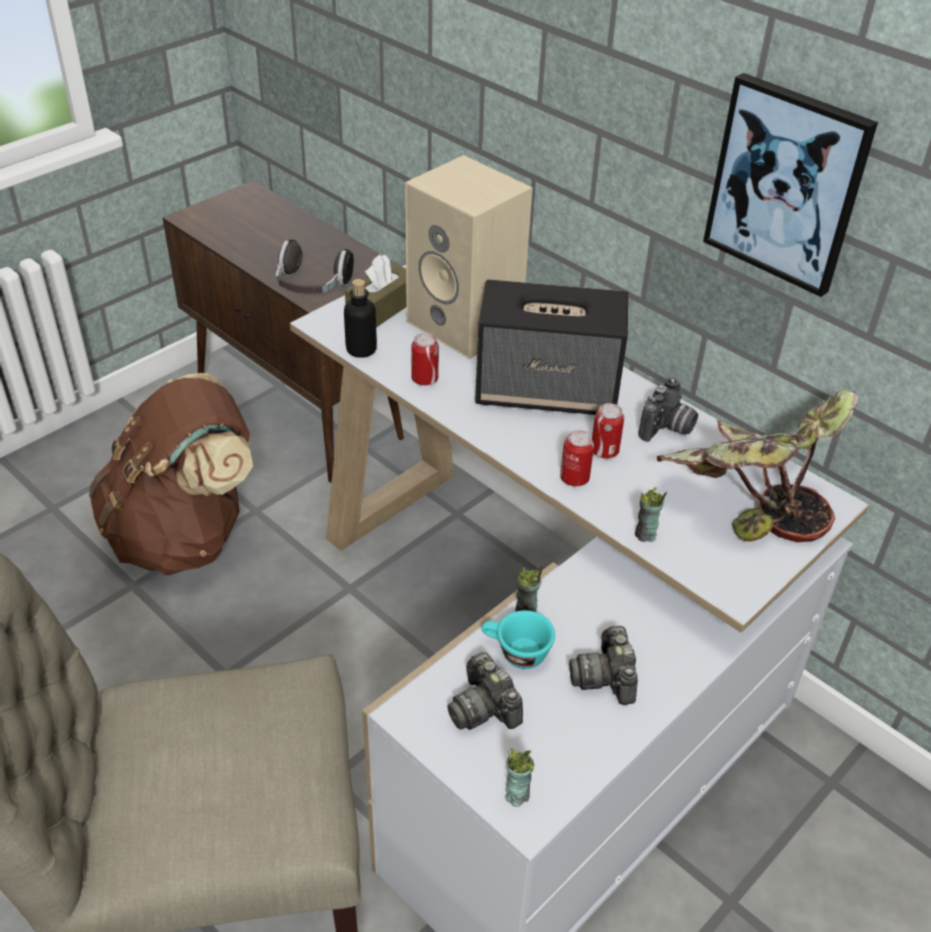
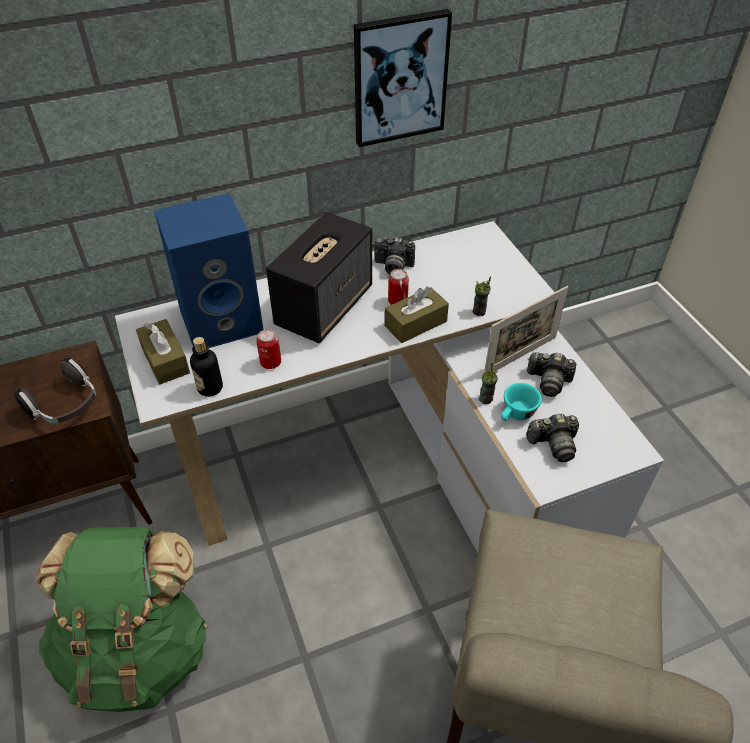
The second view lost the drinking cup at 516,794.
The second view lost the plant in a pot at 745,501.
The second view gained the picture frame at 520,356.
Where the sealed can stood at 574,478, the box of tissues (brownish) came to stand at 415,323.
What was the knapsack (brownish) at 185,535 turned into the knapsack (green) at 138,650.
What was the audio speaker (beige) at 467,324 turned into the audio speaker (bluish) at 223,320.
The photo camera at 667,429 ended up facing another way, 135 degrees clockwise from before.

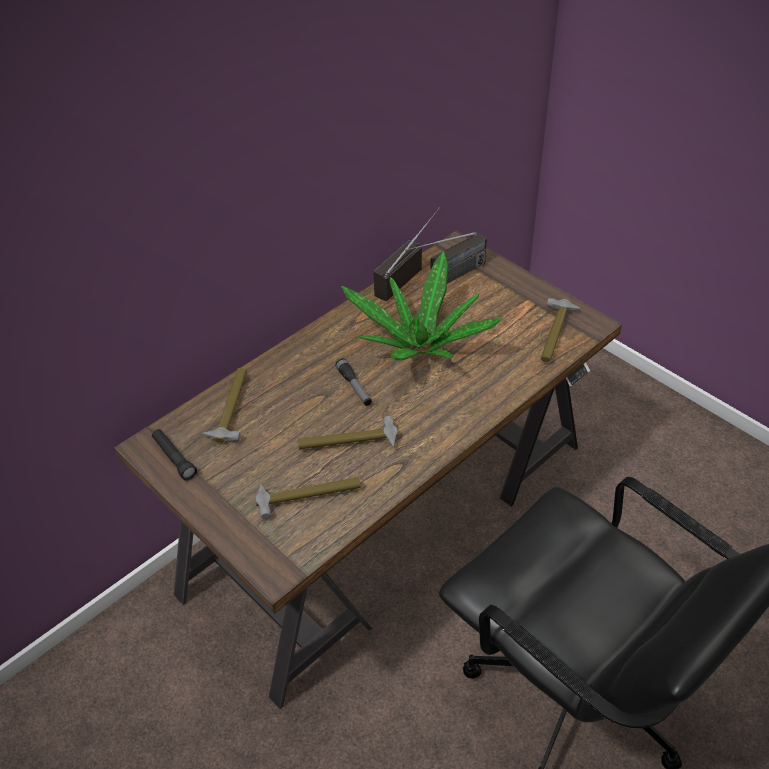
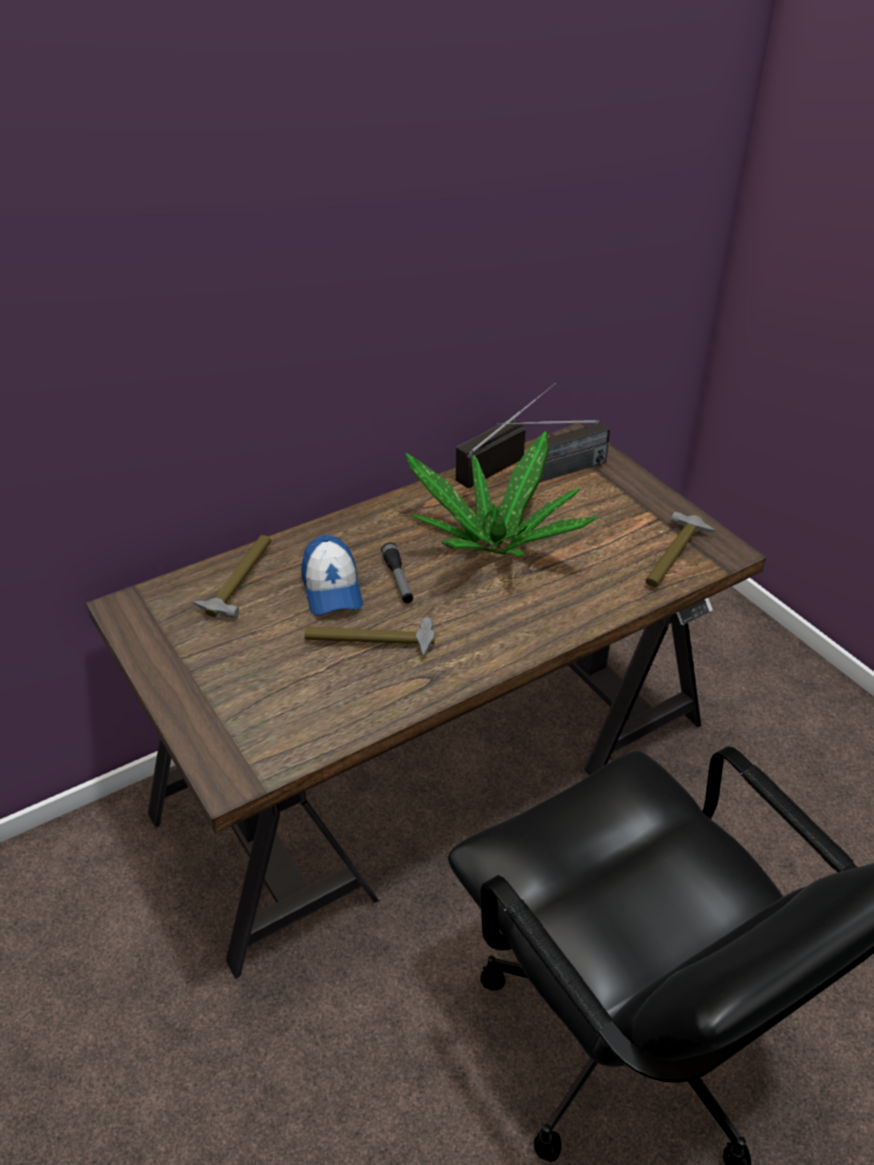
The second view lost the torch (black-coloured) at 174,458.
The second view lost the tool hammer at 308,496.
The second view gained the cap at 332,589.

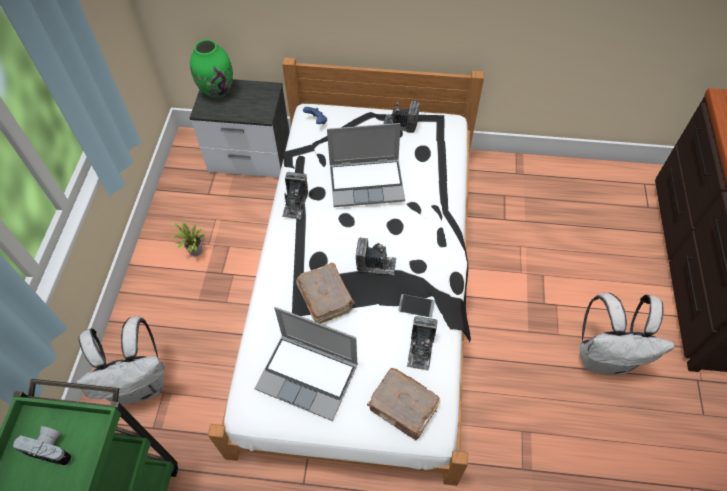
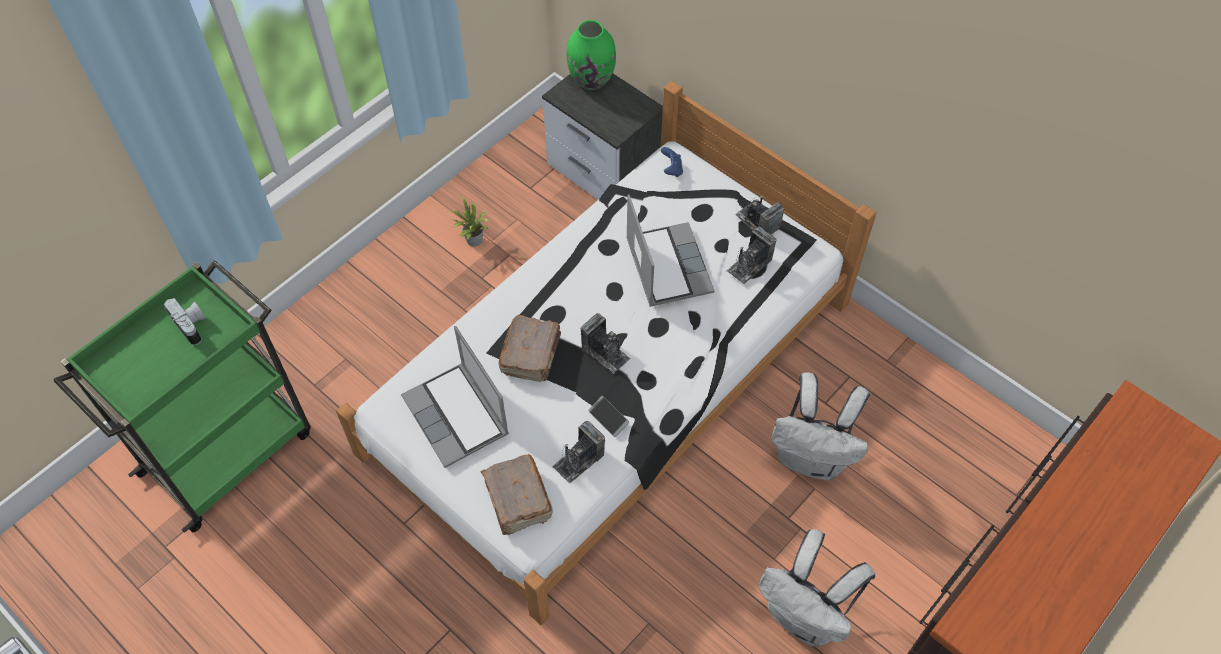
The knapsack (white-coloured) ended up elsewhere, having gone from 140,384 to 812,458.
The photo camera ended up elsewhere, having gone from 295,204 to 749,265.
The laptop at 367,183 ended up facing another way, 135 degrees counterclockwise from before.

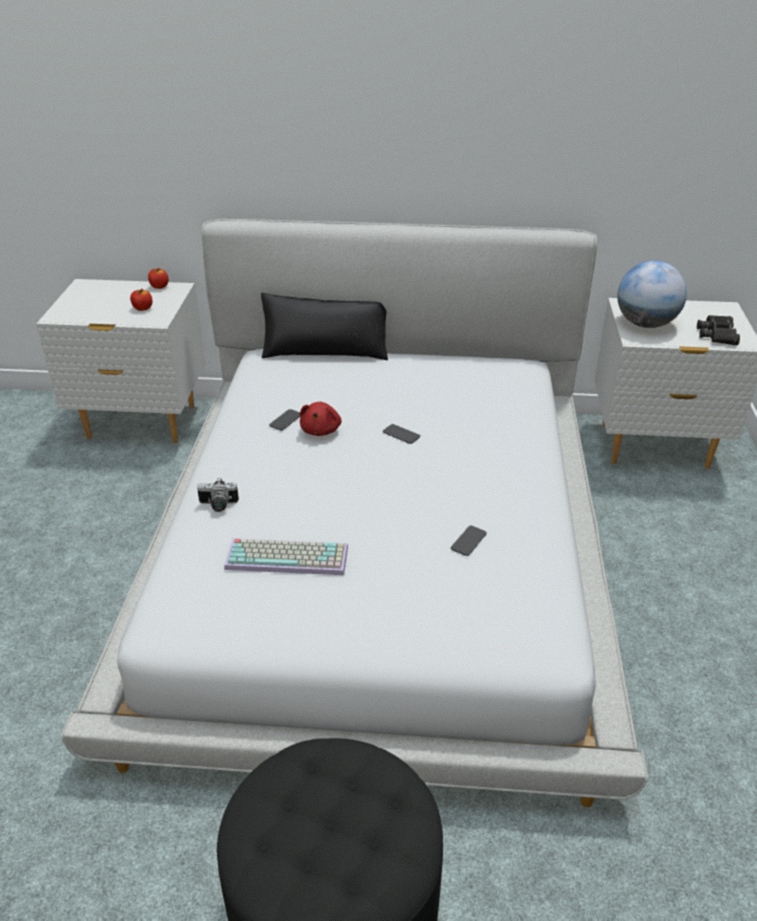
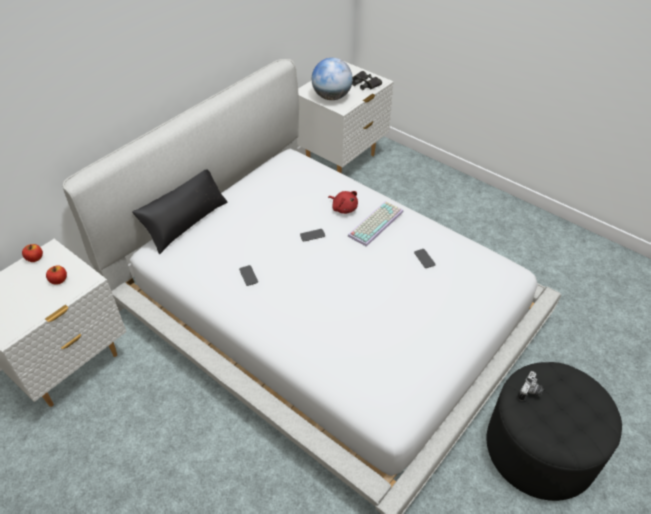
The photo camera ended up elsewhere, having gone from 218,505 to 530,392.
The keyboard ended up elsewhere, having gone from 289,556 to 375,222.
The plush toy (reddish) ended up elsewhere, having gone from 321,430 to 343,208.

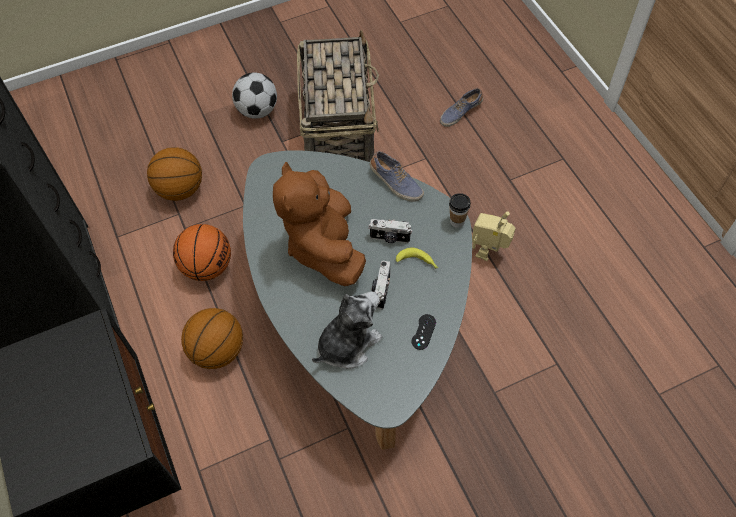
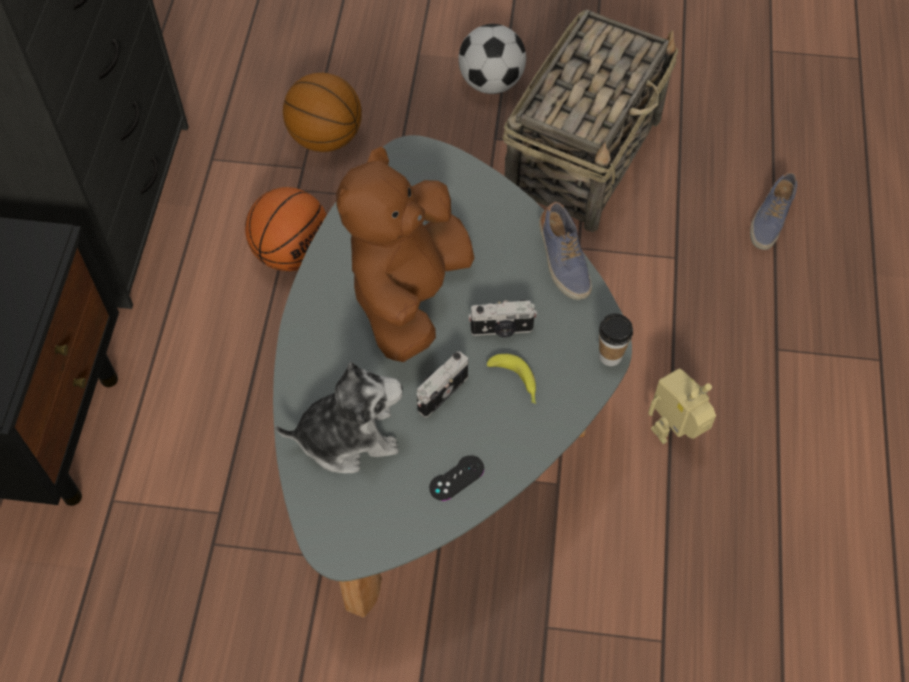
The second view lost the basketball ball at 217,351.
The photo camera at 390,238 ended up facing another way, 45 degrees counterclockwise from before.
The item of footwear at 460,112 ended up facing another way, 60 degrees counterclockwise from before.

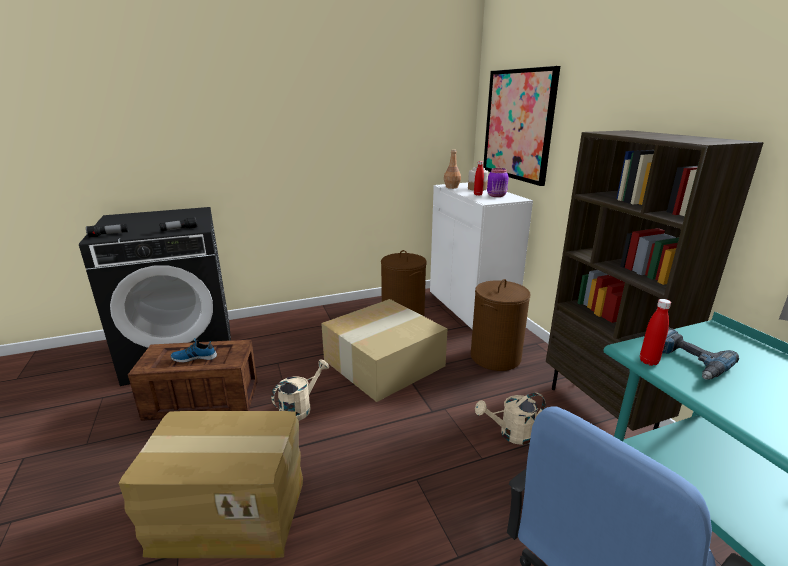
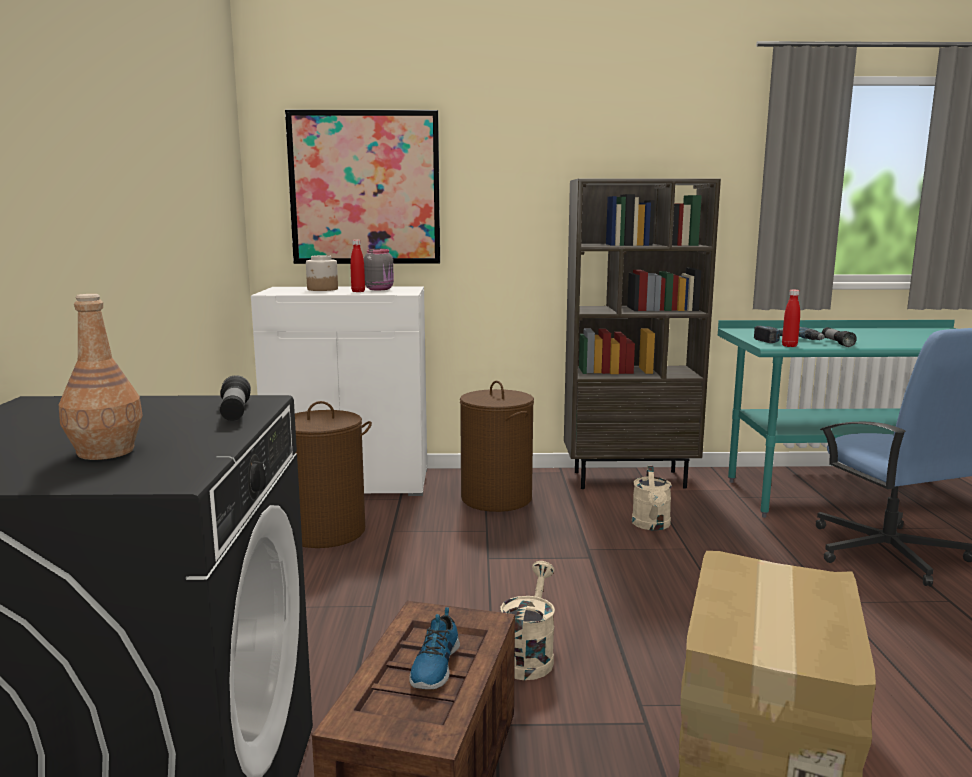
The second view lost the cardboard box at 384,362.
The torch ended up elsewhere, having gone from 109,235 to 837,343.
The beverage bottle (brownish) ended up elsewhere, having gone from 452,187 to 106,451.
What was the preserve jar (purplish) at 497,196 turned into the preserve jar (gray) at 380,289.
The watering can (beige) at 300,408 ended up facing another way, 45 degrees clockwise from before.

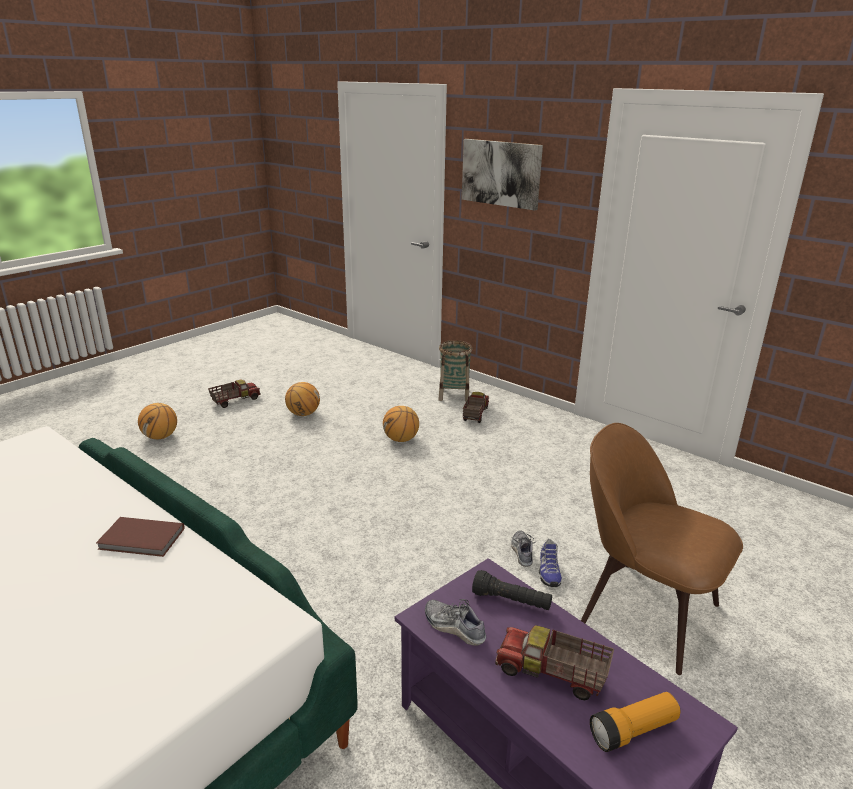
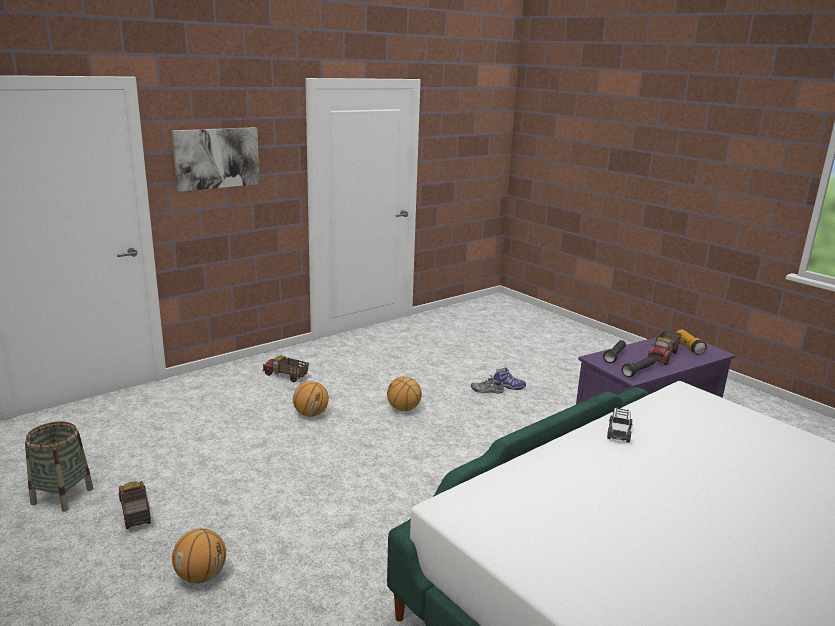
The second view lost the chair (brownish) at 643,610.
The basketball ball ended up elsewhere, having gone from 303,414 to 403,409.
The basket ended up elsewhere, having gone from 454,395 to 62,496.
Where the book (brownish) stood at 142,540, the miniature car came to stand at 619,433.
Where the item of footwear stood at 454,627, the torch (black-coloured) came to stand at 638,371.

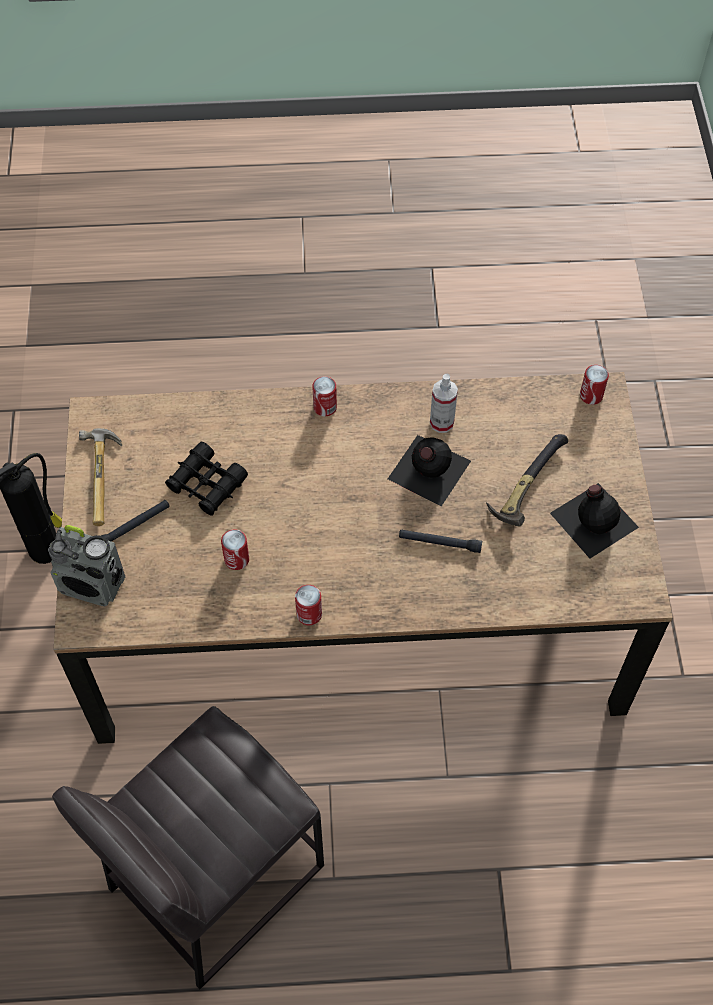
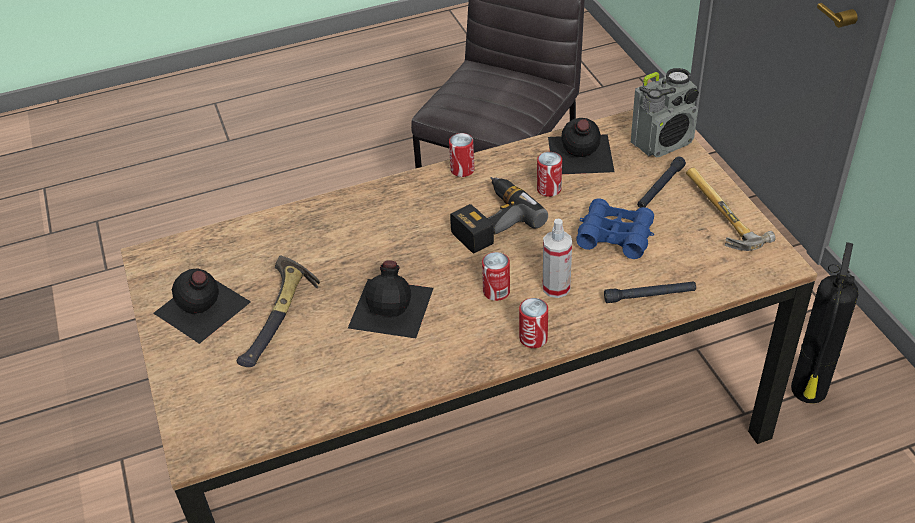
The second view gained the power drill at 491,221.
The second view gained the beverage bottle (black-coloured) at 579,154.
The torch (black-coloured) ended up elsewhere, having gone from 440,543 to 649,296.
The hand sprayer ended up elsewhere, having gone from 441,422 to 556,288.
The sealed can ended up elsewhere, having gone from 591,395 to 496,291.
What was the pair of binoculars (black-coloured) at 207,484 turned into the pair of binoculars (bluish) at 615,236.
The radio at 93,585 ended up facing another way, 150 degrees clockwise from before.

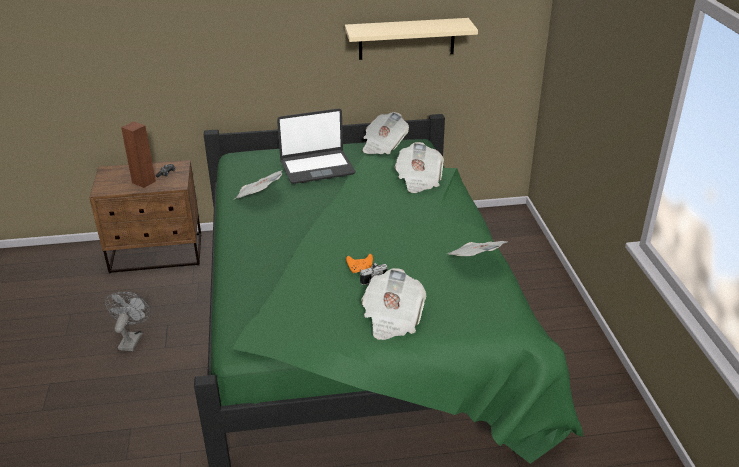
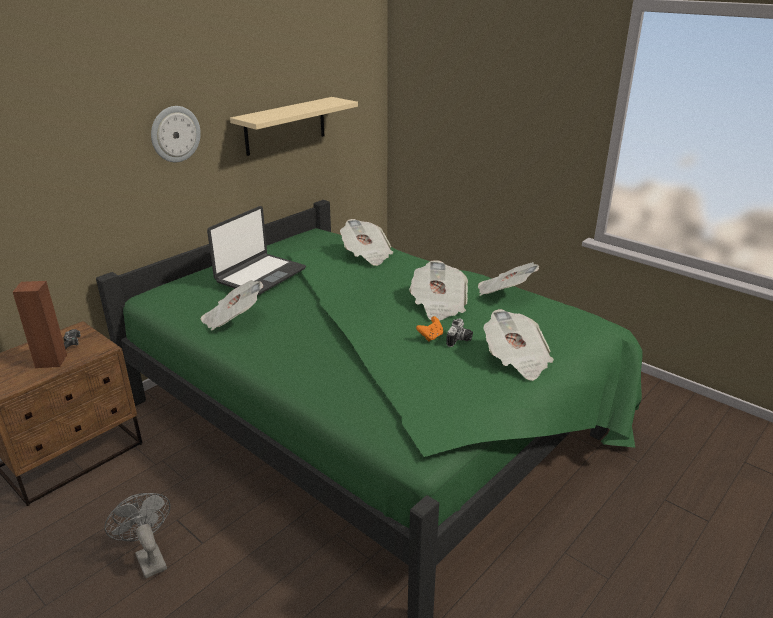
The second view gained the hanging clock at 175,134.
The daily paper ended up elsewhere, having gone from 383,146 to 438,306.

